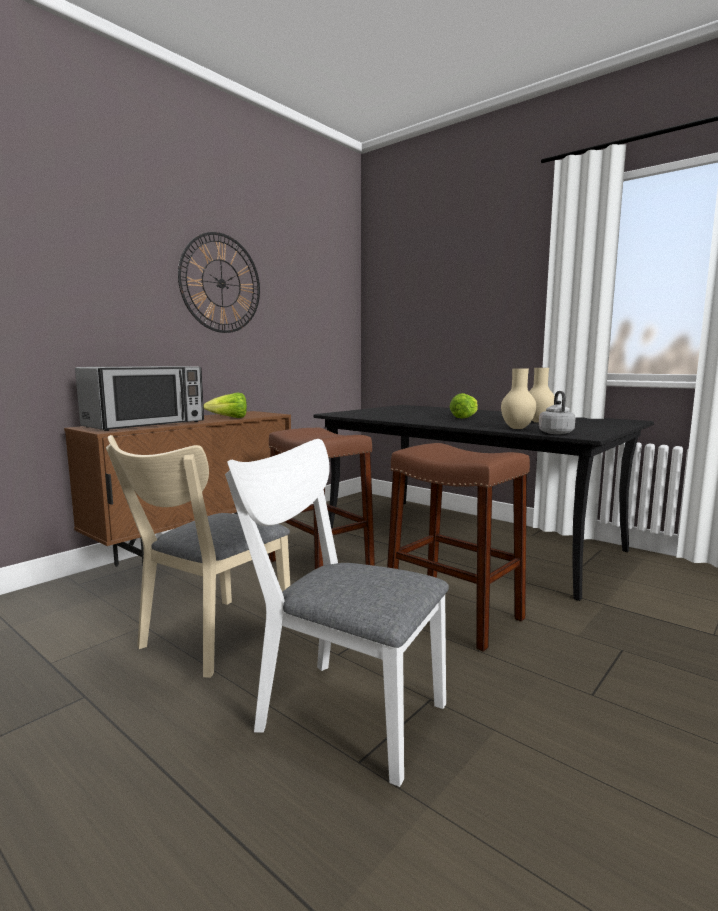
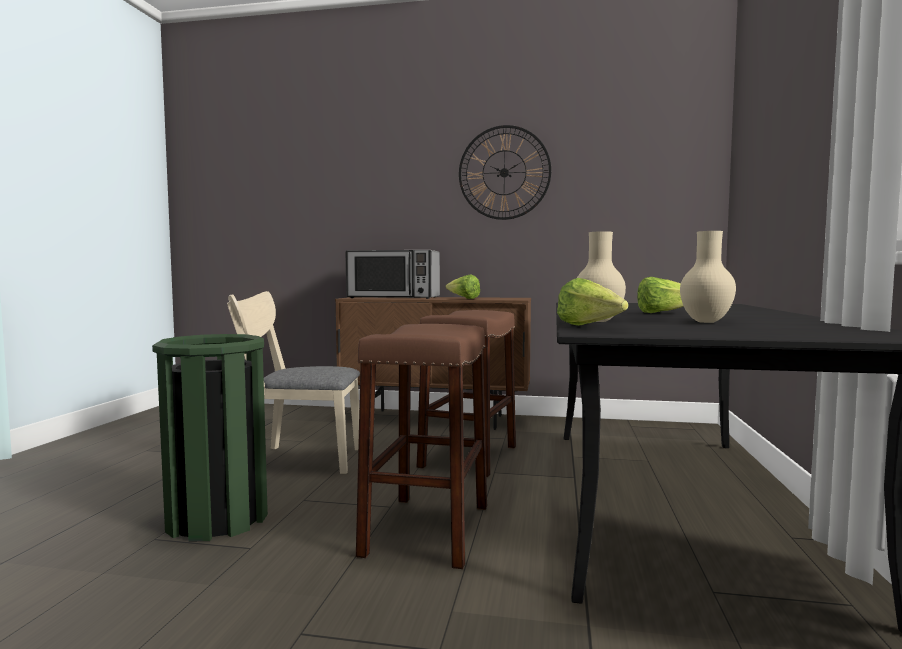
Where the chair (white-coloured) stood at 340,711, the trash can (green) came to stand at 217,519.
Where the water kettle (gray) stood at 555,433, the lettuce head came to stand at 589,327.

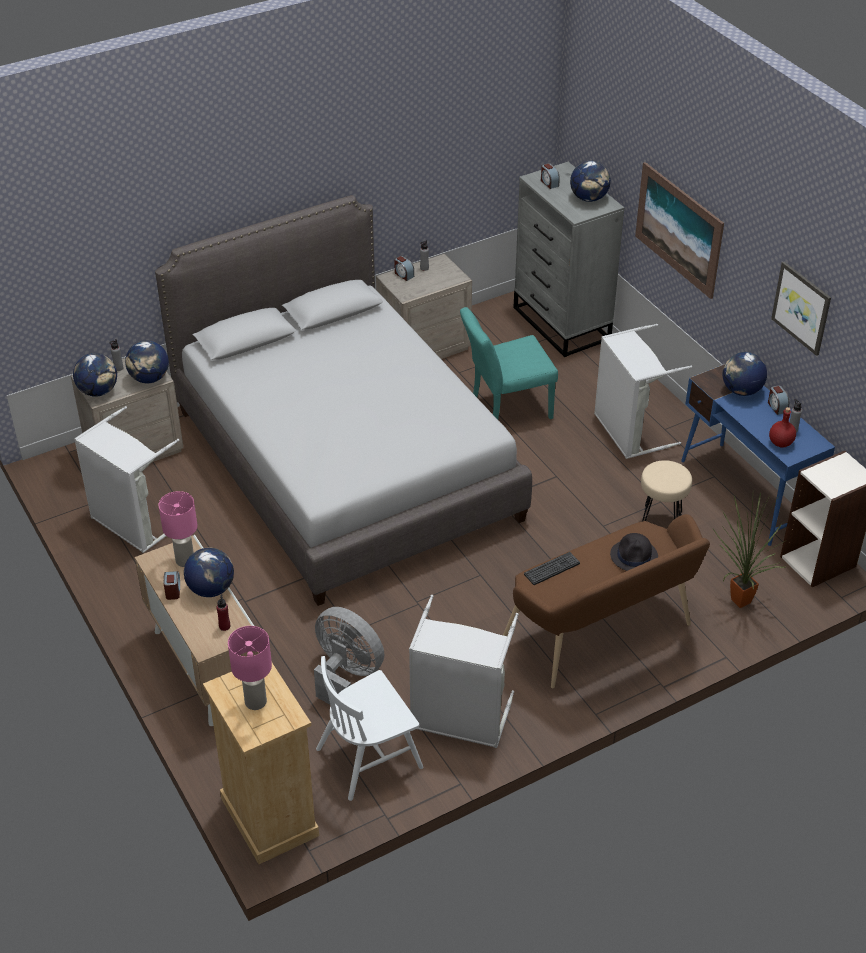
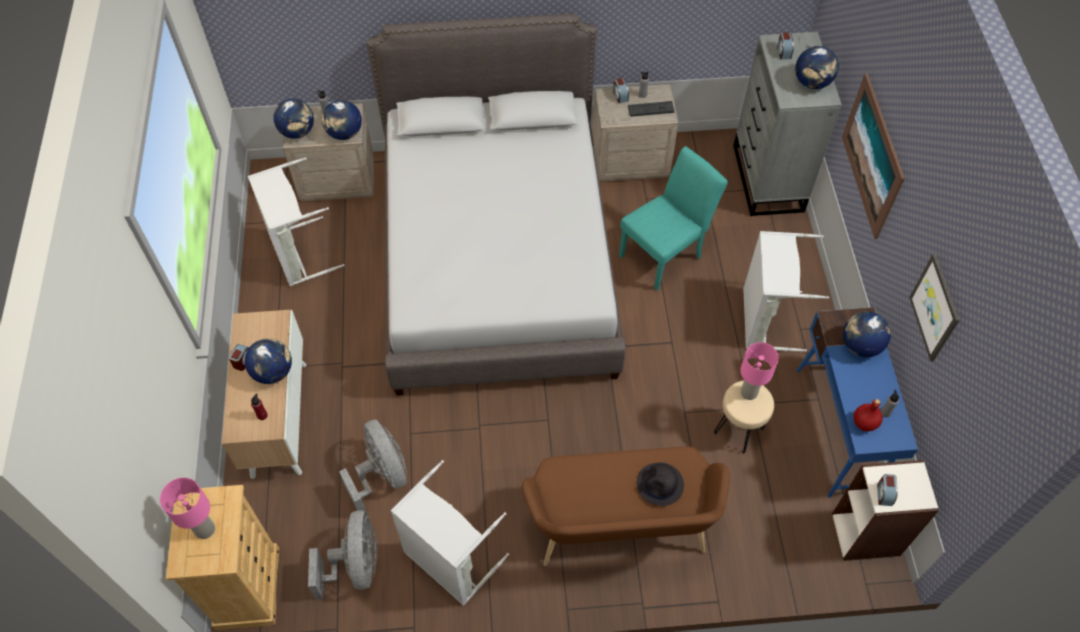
The second view lost the plant in a pot at 737,602.
The lamp for a table (pink-coloured) ended up elsewhere, having gone from 184,561 to 748,392.
The keyboard ended up elsewhere, having gone from 552,569 to 651,109.
The table clock ended up elsewhere, having gone from 777,407 to 884,494.
Where the chair (white-coloured) stood at 369,757, the cooling fan (gray) came to stand at 356,566.
The chair (turquoise-coloured) at 505,409 ended up facing another way, 135 degrees clockwise from before.

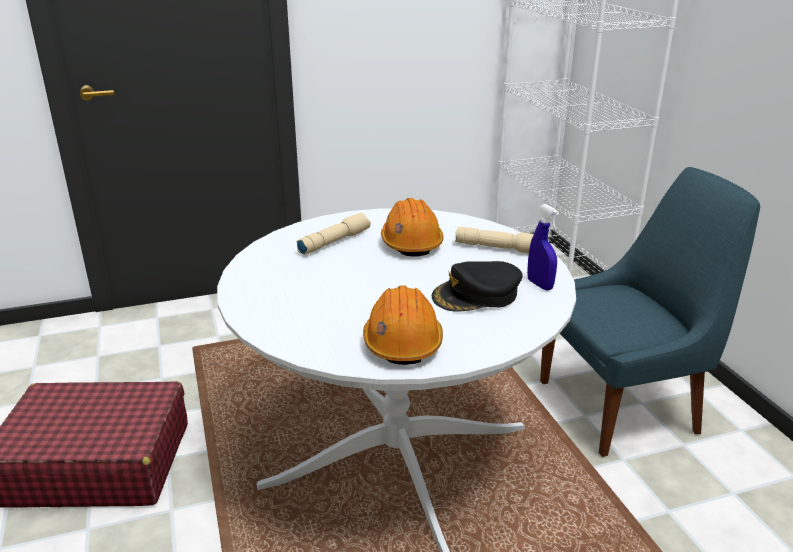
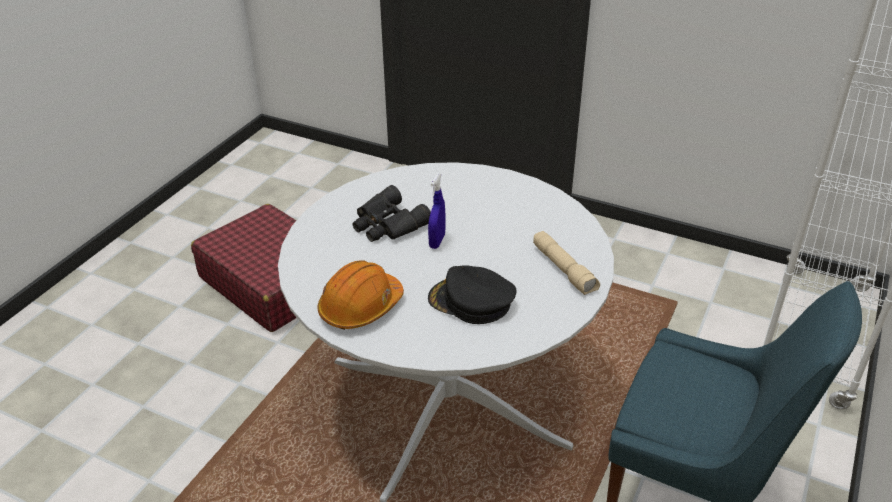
The second view lost the torch (beige) at 334,241.
The second view lost the work helmet (orange) at 411,243.
The second view gained the pair of binoculars (black-coloured) at 387,224.
The hand sprayer (bluish) ended up elsewhere, having gone from 540,285 to 437,241.

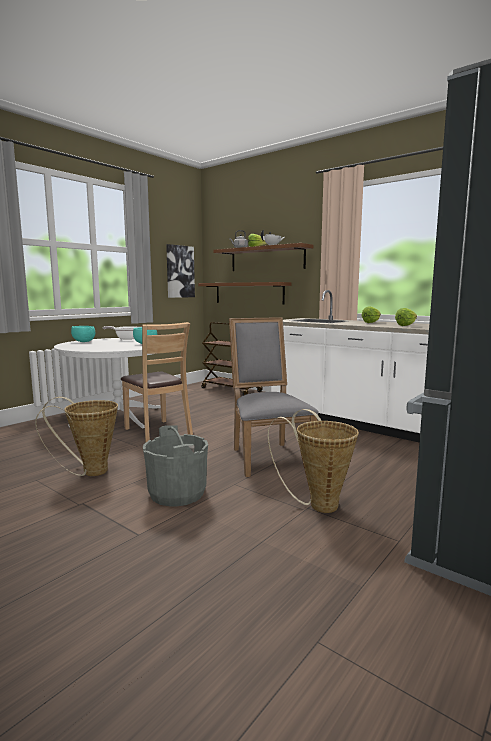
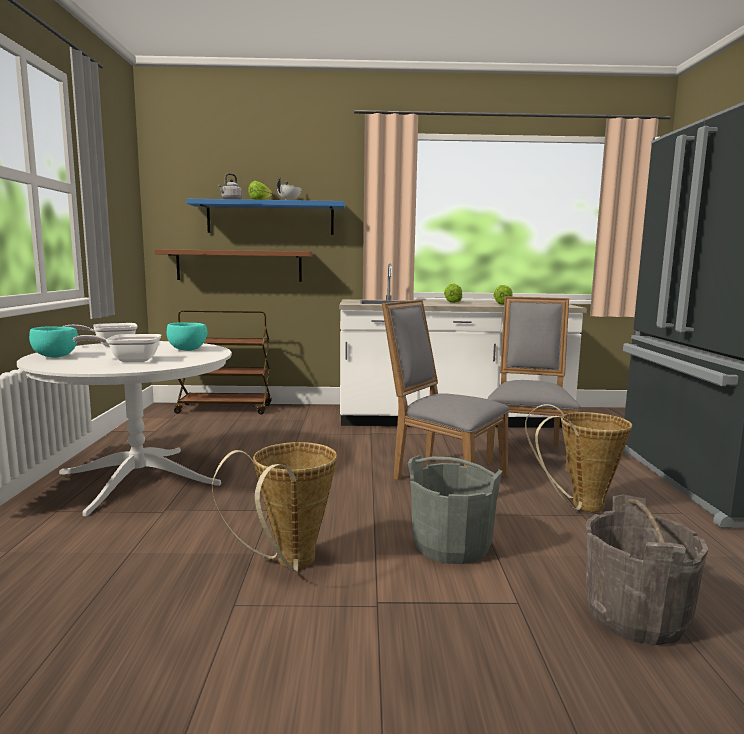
The second view lost the chair (brownish) at 157,432.
The second view lost the wall picture at 180,271.
The second view gained the frying pan at 129,360.
The second view gained the chair (gray) at 527,452.
The second view gained the water bucket (gray) at 636,616.
What was the wall shelf (brownish) at 267,259 turned into the wall shelf (bluish) at 270,218.

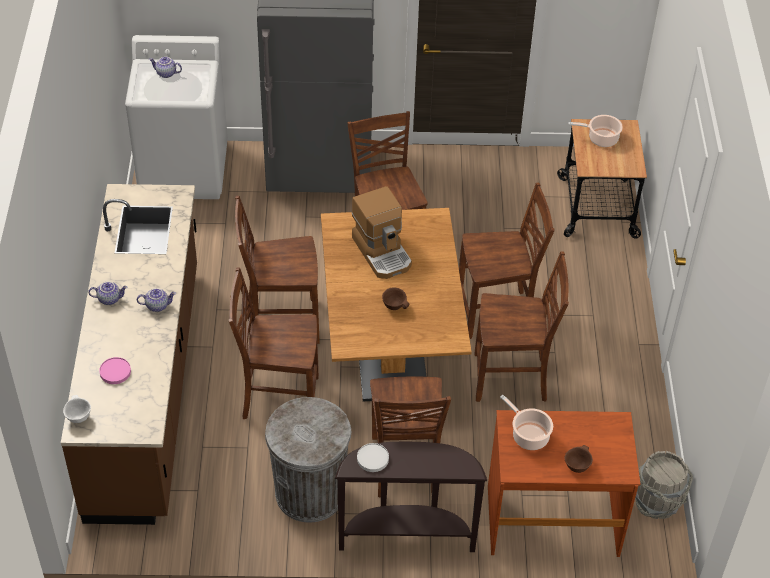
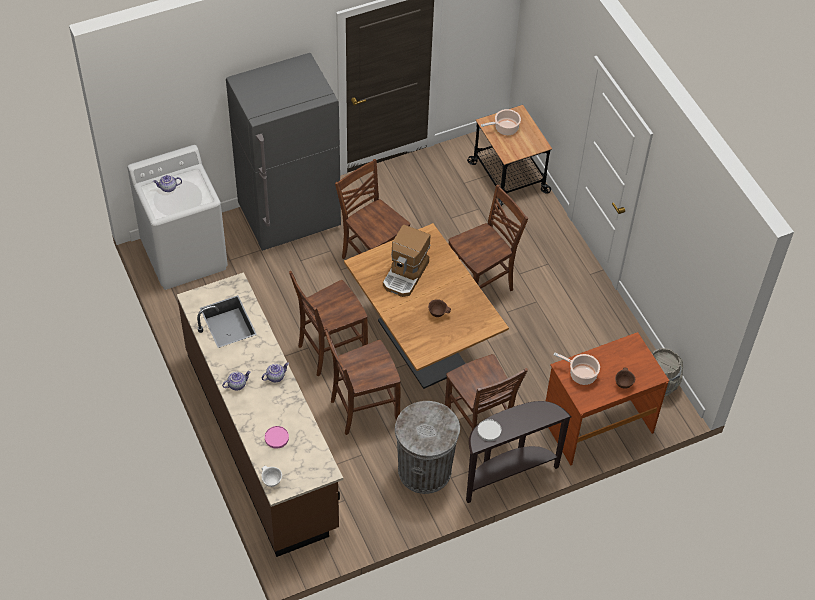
The second view lost the chair (brownish) at 512,379.
The coffee maker at 383,252 ended up facing another way, 75 degrees clockwise from before.

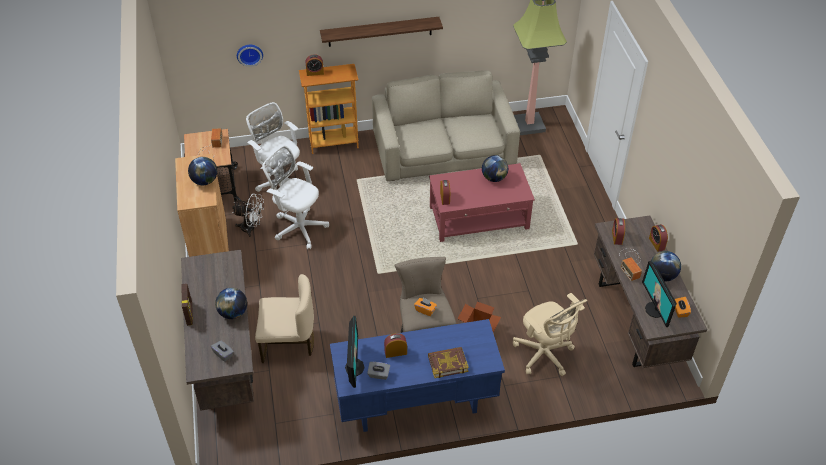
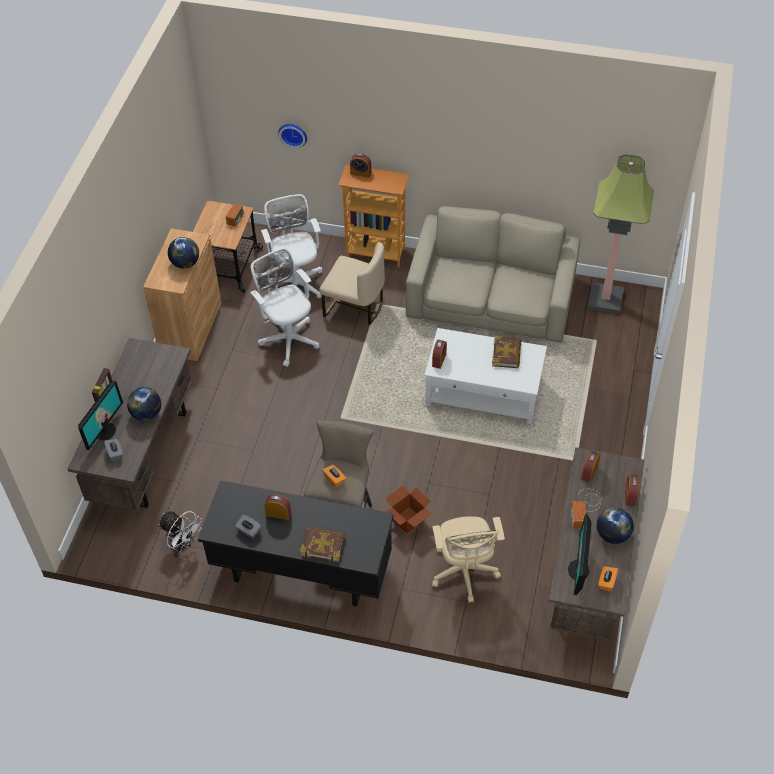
The second view lost the wall shelf at 380,31.
The cooling fan (white-coloured) ended up elsewhere, having gone from 251,228 to 183,545.
The chair (beige) ended up elsewhere, having gone from 288,343 to 354,307.
The monitor ended up elsewhere, having gone from 354,367 to 105,431.
Where the globe stood at 494,178, the book came to stand at 506,354.
What was the desk (bluish) at 415,403 turned into the desk (black-coloured) at 301,572.
What was the low table (reddish) at 479,218 turned into the low table (white-coloured) at 484,392.

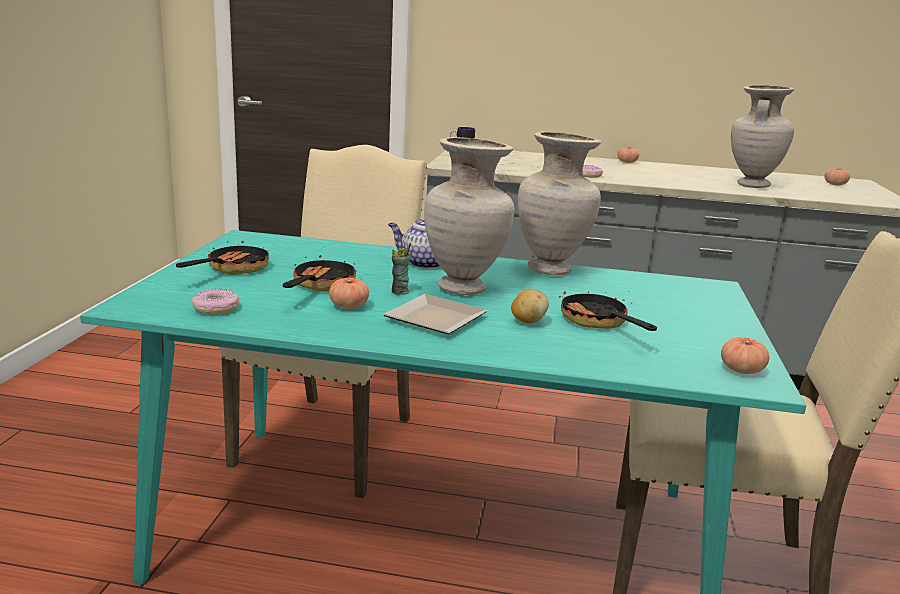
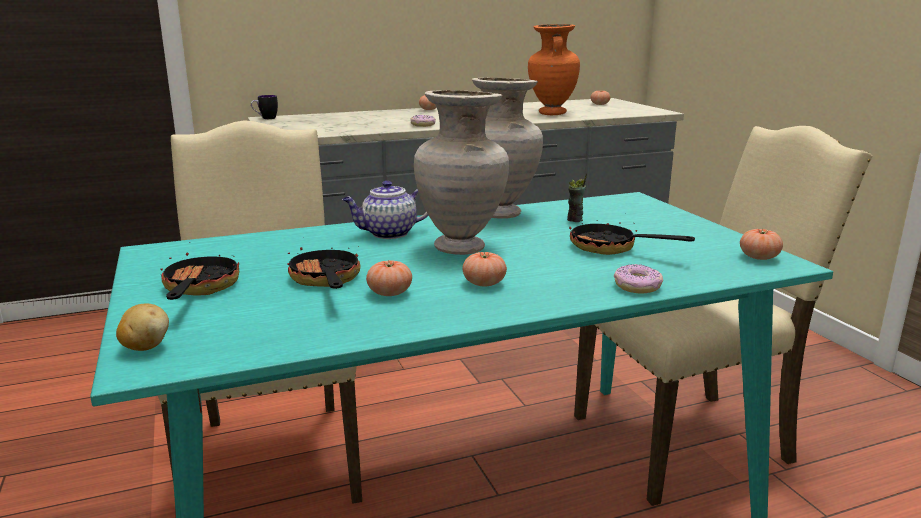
The ring doughnut ended up elsewhere, having gone from 216,308 to 637,286.
The drinking cup ended up elsewhere, having gone from 400,292 to 575,220.
The potato ended up elsewhere, having gone from 527,321 to 145,347.
Where the flat dish stood at 431,319, the tomato came to stand at 484,283.
What was the decorative vase (beige) at 751,185 turned into the decorative vase (orange) at 551,113.

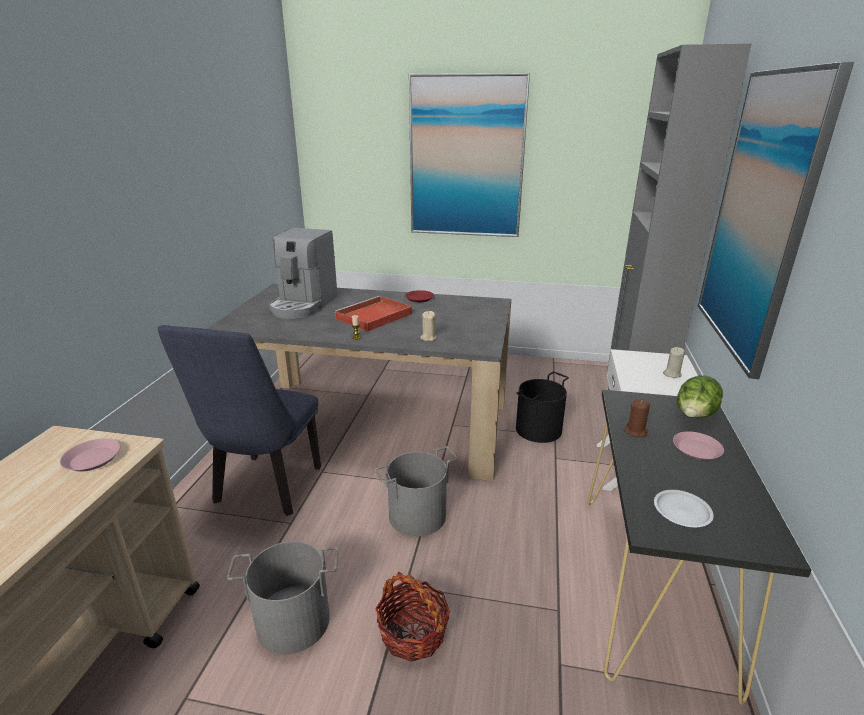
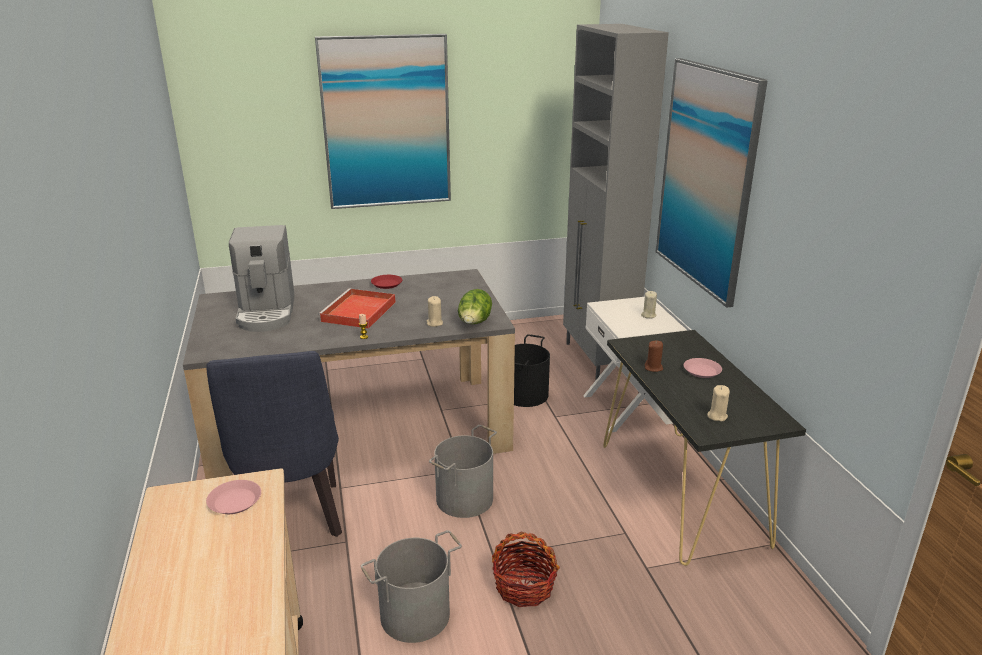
The lettuce head ended up elsewhere, having gone from 694,417 to 474,324.
Where the flat dish (white-coloured) stood at 682,512, the wax candle (beige) came to stand at 717,416.

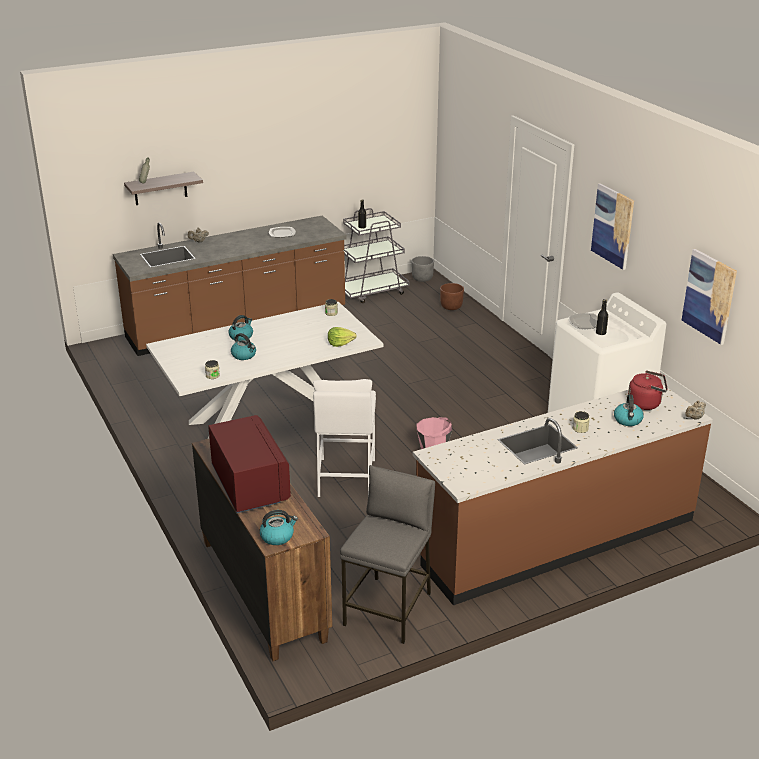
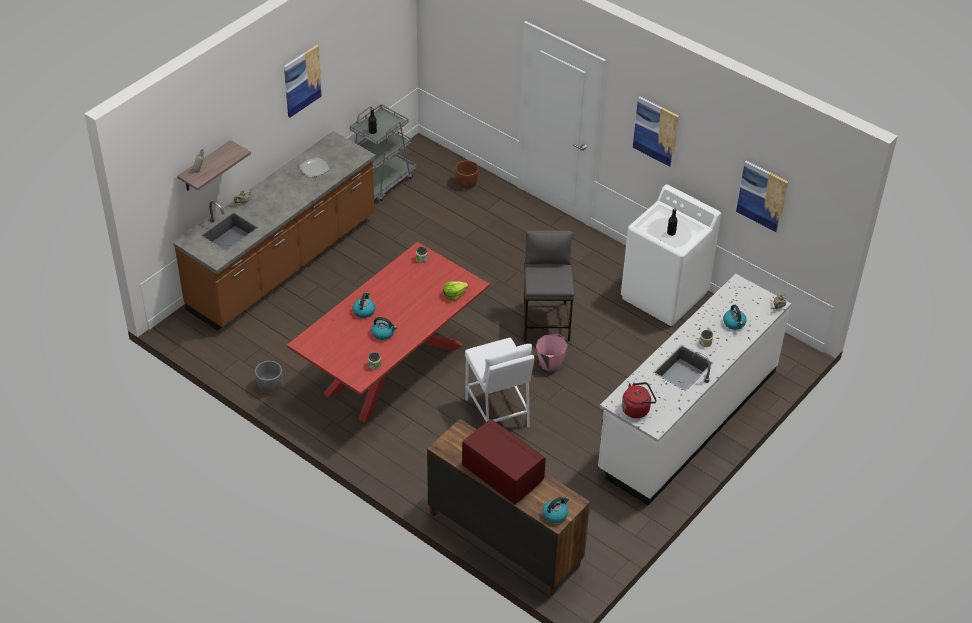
The second view lost the flat dish at 585,322.
The second view gained the wall picture at 302,80.
The sitting stool (gray) ended up elsewhere, having gone from 389,609 to 546,321.
The flower pot (gray) ended up elsewhere, having gone from 422,278 to 270,386.
The water kettle (reddish) ended up elsewhere, having gone from 646,403 to 637,409.
What was the dinner table (white-coloured) at 269,419 turned into the dinner table (reddish) at 392,369.
What was the counter (brownish) at 555,537 turned into the counter (white-coloured) at 687,420.

